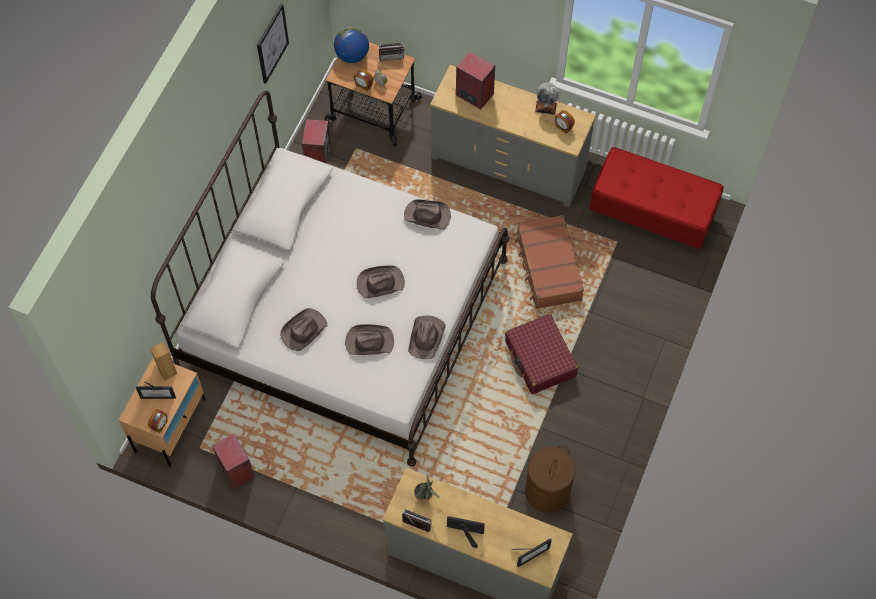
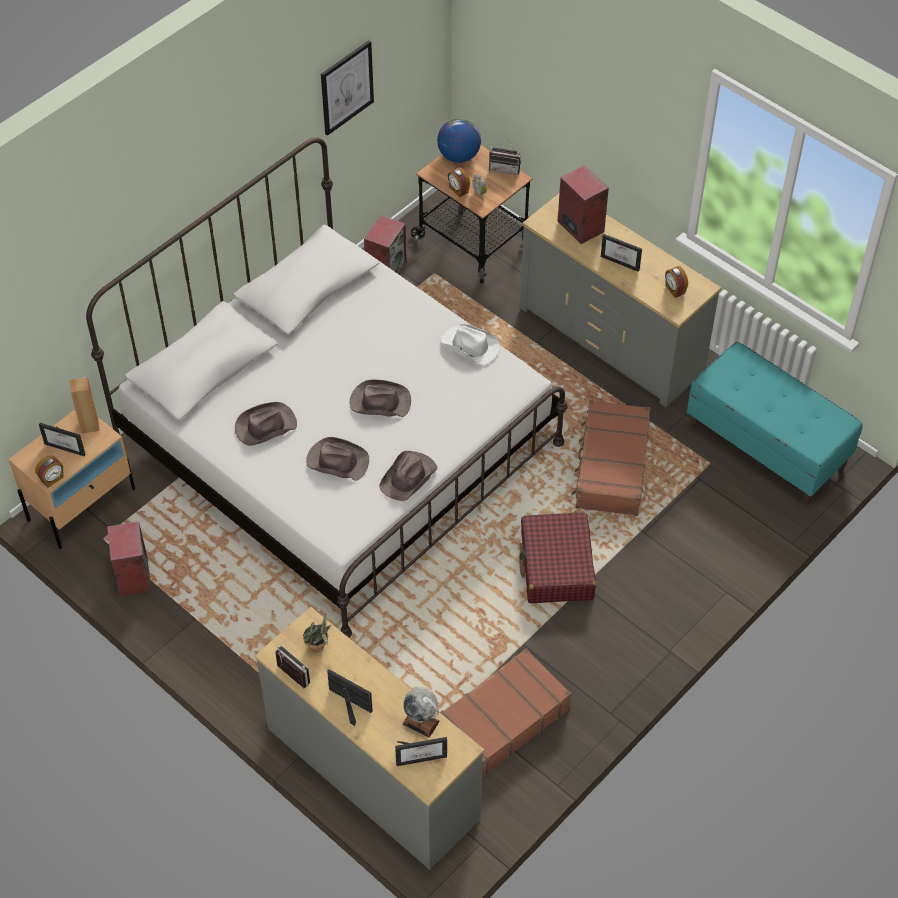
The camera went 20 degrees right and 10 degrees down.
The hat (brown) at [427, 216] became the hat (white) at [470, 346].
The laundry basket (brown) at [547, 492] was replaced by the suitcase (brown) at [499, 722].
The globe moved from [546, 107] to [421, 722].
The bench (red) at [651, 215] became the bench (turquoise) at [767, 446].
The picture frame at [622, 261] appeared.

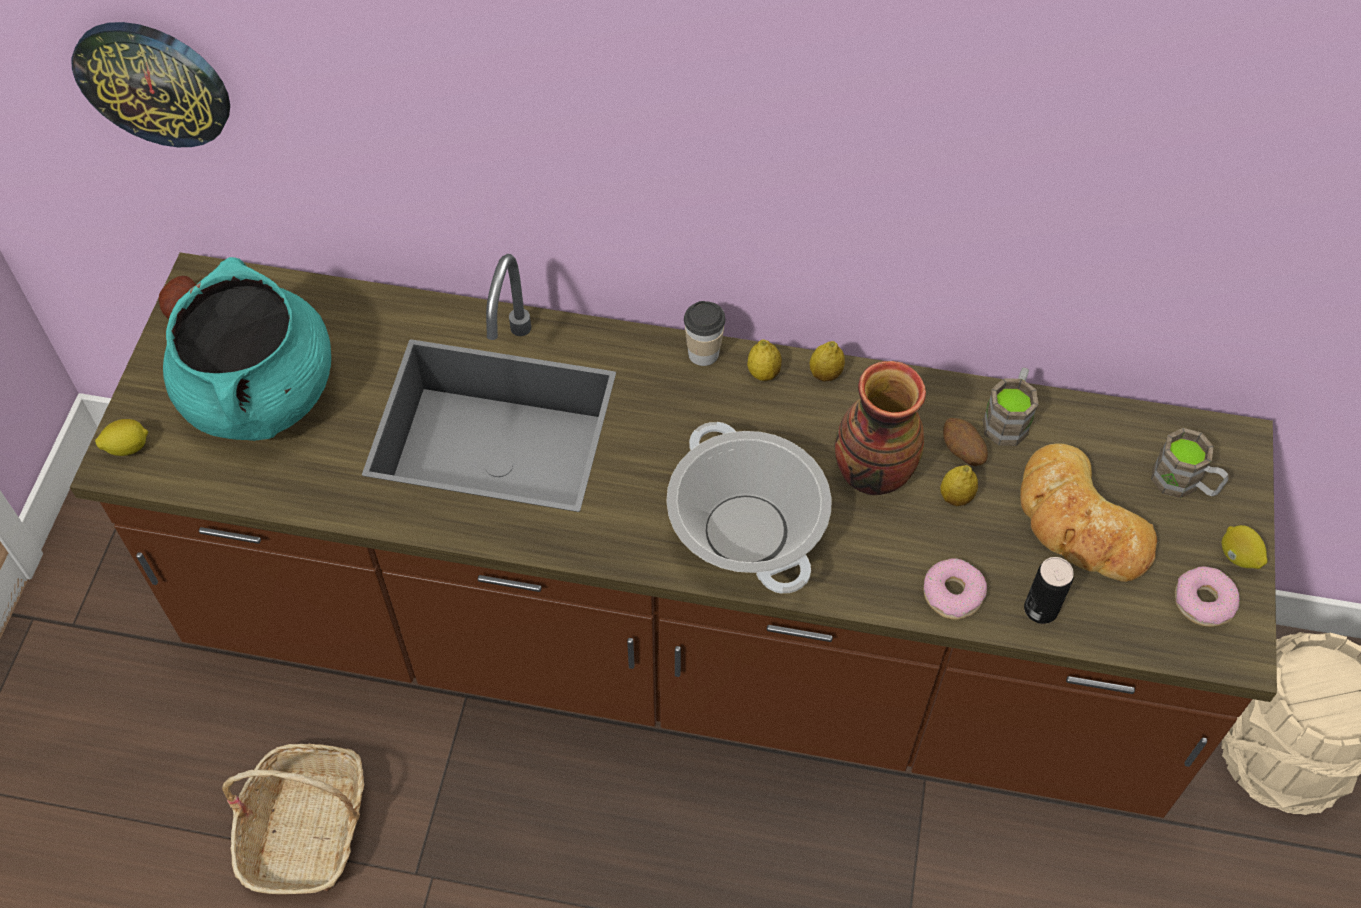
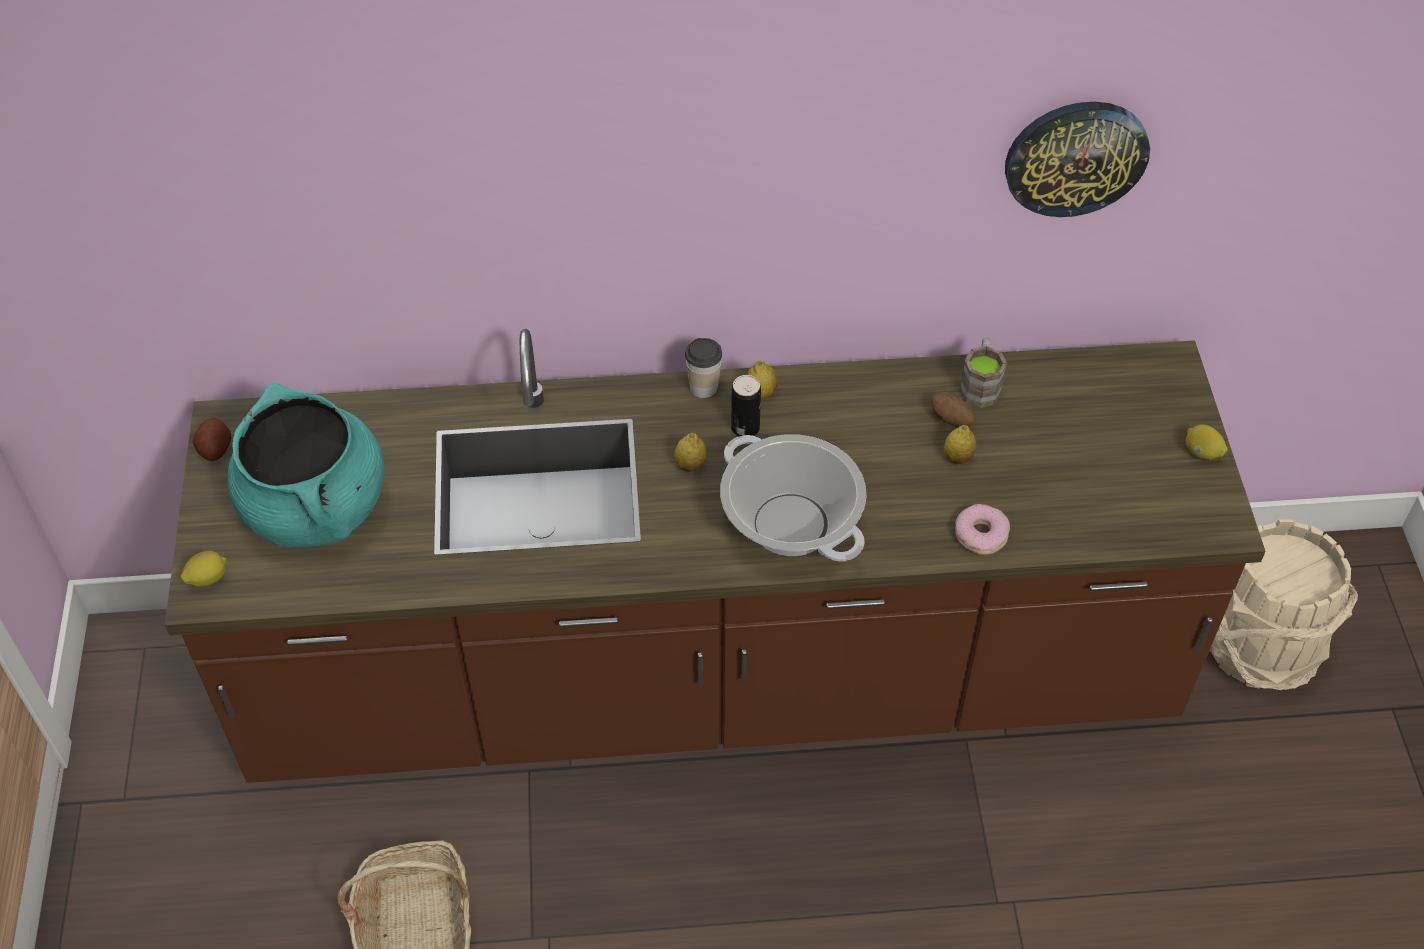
The camera went 15 degrees left and 5 degrees down.
The wall clock moved from [153, 82] to [1075, 157].
The lemon moved from [825, 374] to [690, 465].
The vase at [871, 473] disappeared.
The bread at [1079, 522] disappeared.
The can moved from [1040, 609] to [745, 428].
The mug (brown) at [1184, 483] disappeared.
The donut at [1203, 601] disappeared.

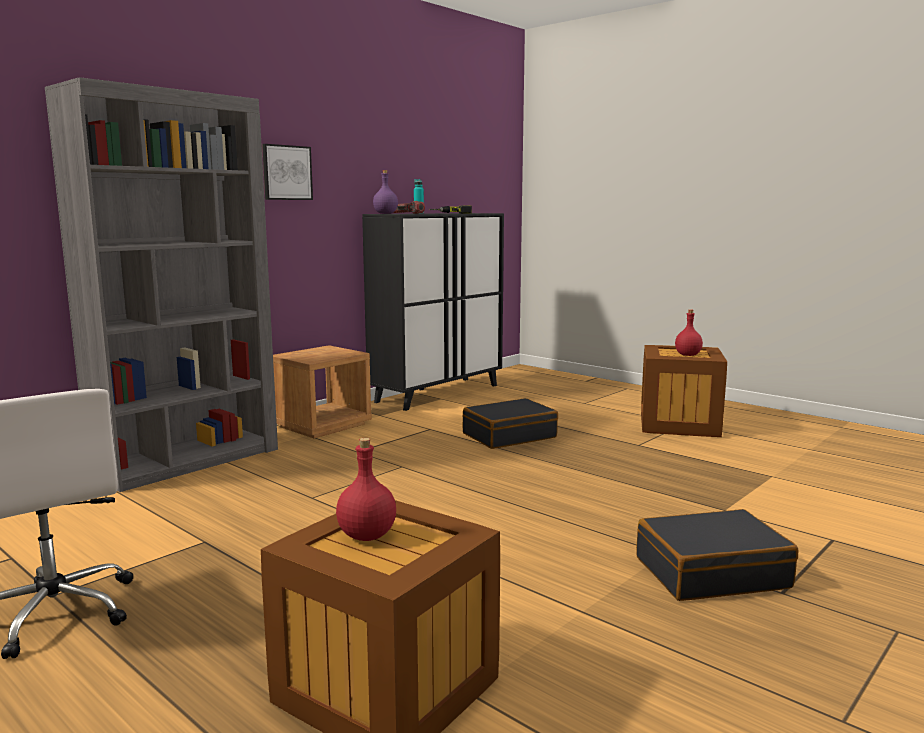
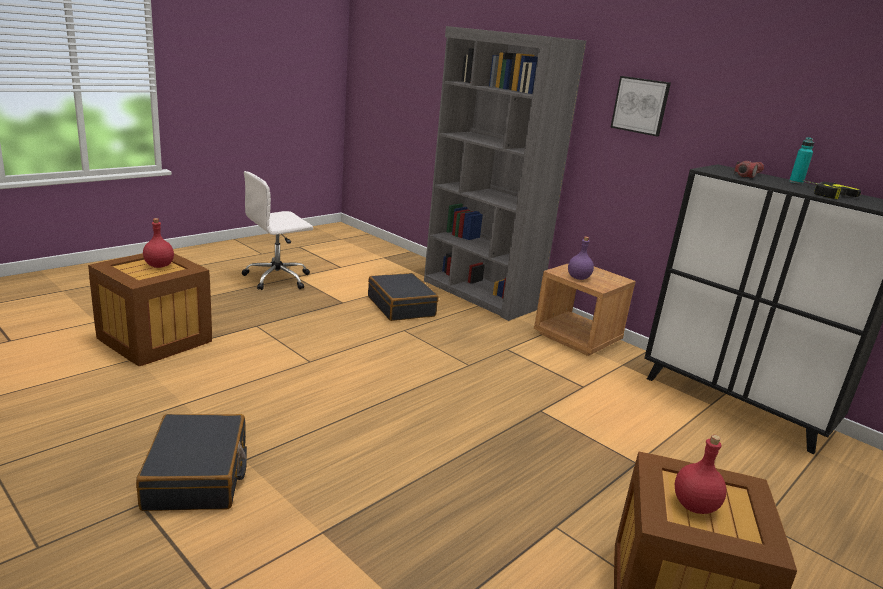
The camera went 90 degrees right and 10 degrees up.
The bottle (purple) moved from [386, 213] to [578, 278].
The suitcase (black) moved from [509, 435] to [401, 306].

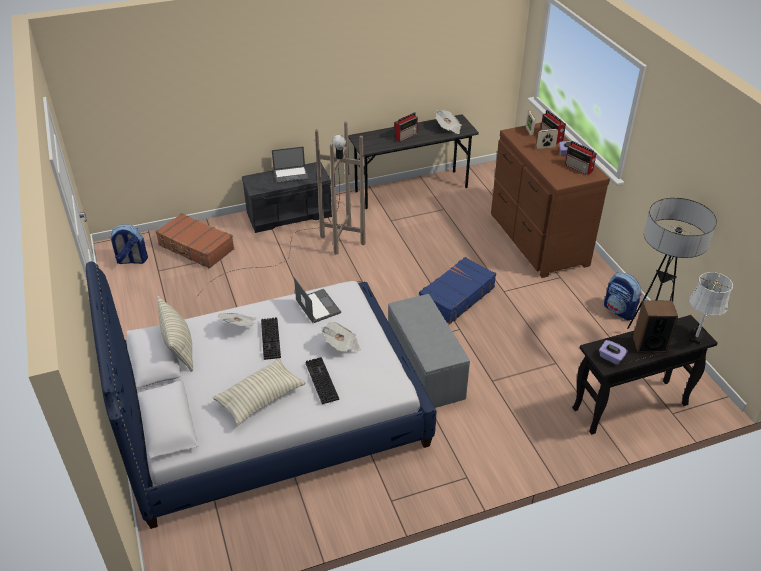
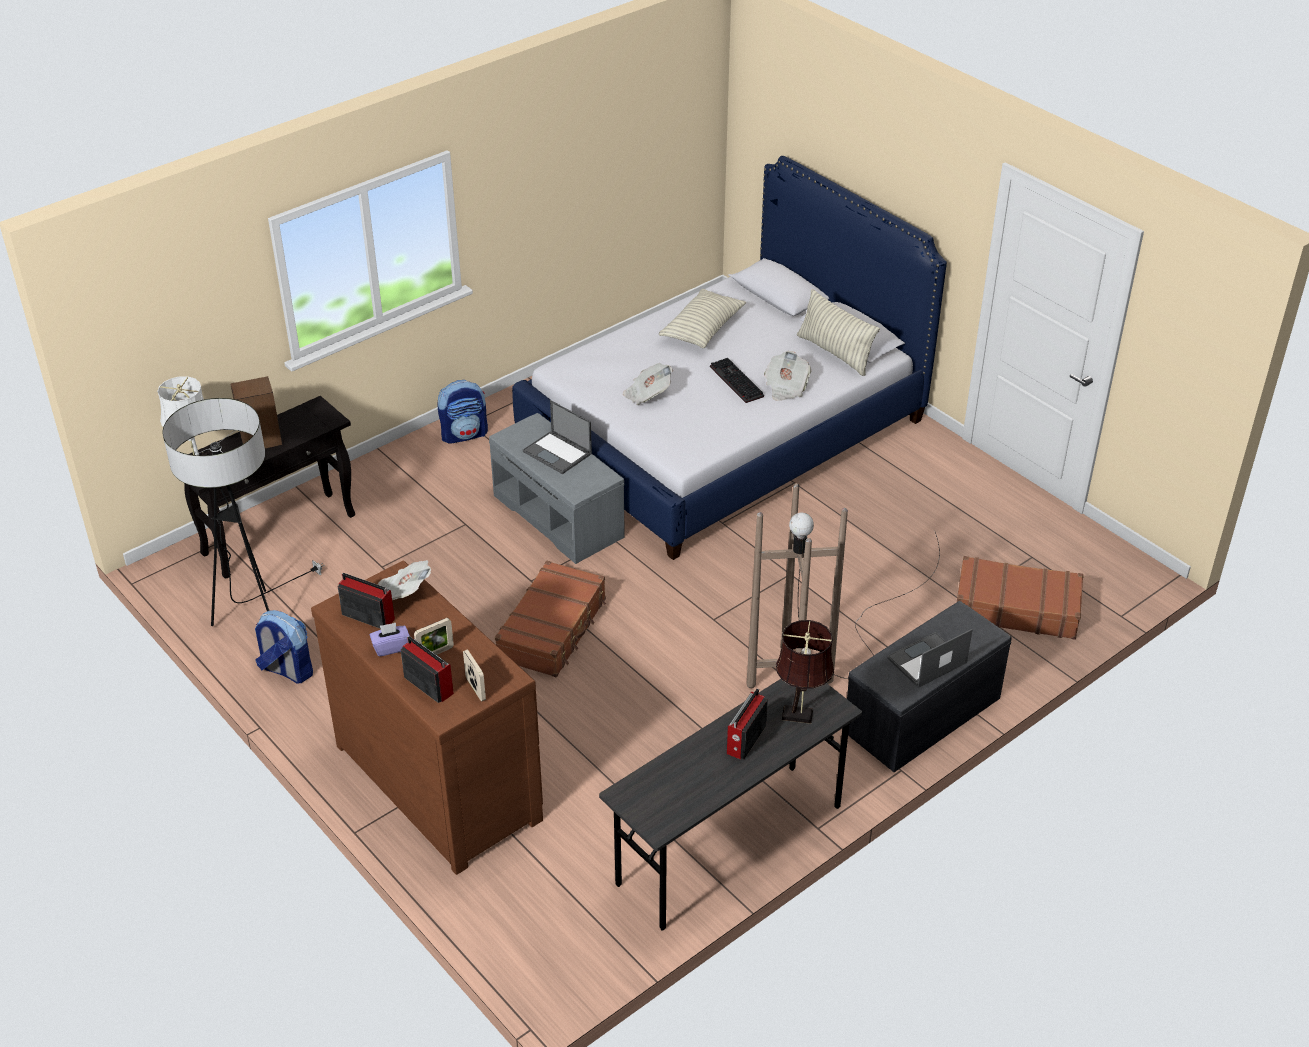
The camera went 160 degrees right and 0 degrees up.
The backpack moved from [131, 260] to [464, 434].
The laptop moved from [317, 306] to [558, 453].
The keyboard at [320, 380] disappeared.
The suitcase (blue) at [456, 297] became the suitcase (brown) at [553, 629].
The newspaper moved from [448, 128] to [403, 593].
The tissue box (purple) at [611, 358] disappeared.
The table lamp (brown) at [800, 716] appeared.

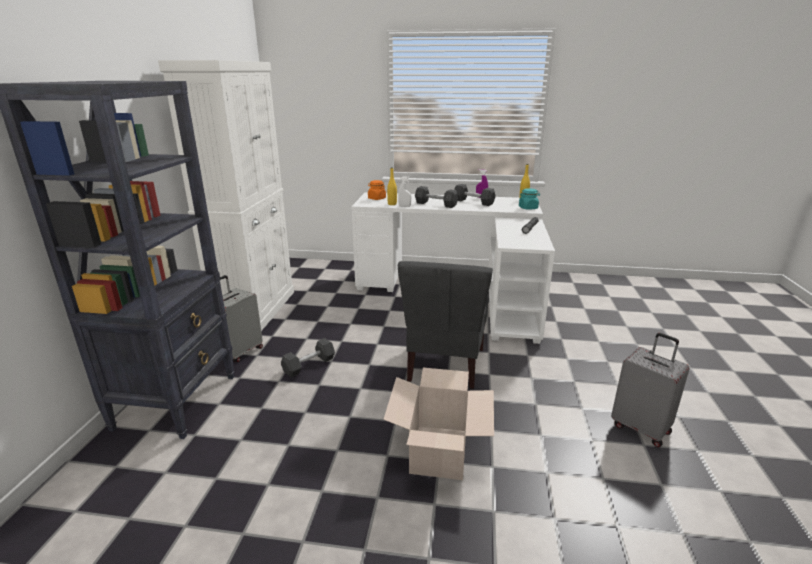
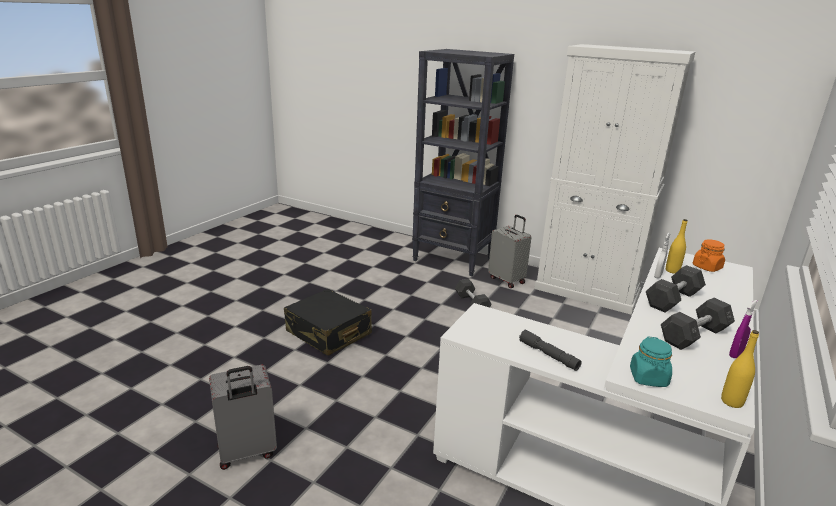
The camera went 110 degrees right and 0 degrees up.
The cardboard box at [438, 451] was replaced by the suitcase (black) at [328, 333].
The chair (grey) at [444, 365] disappeared.

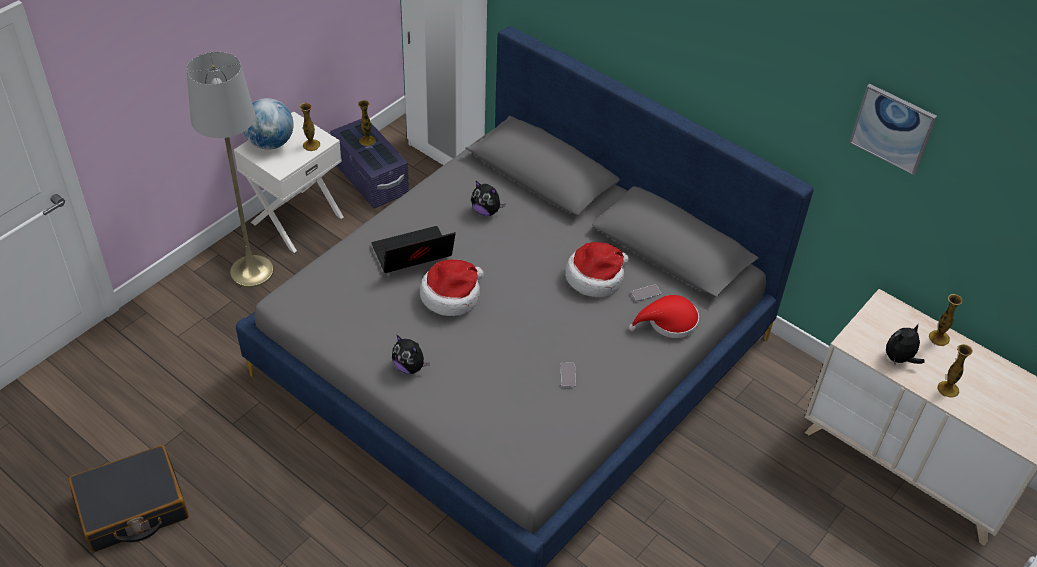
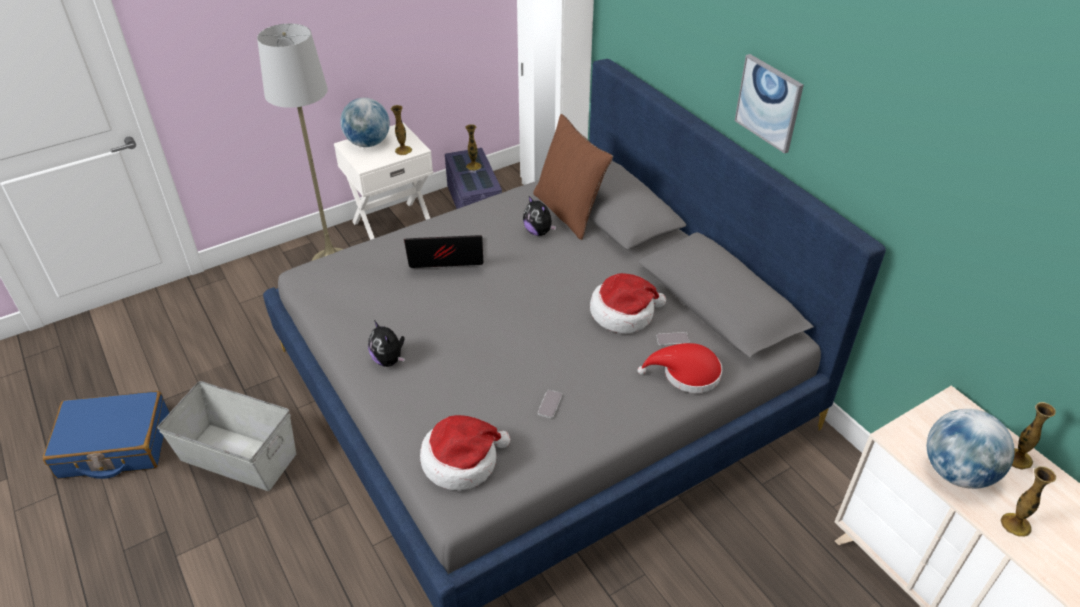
The camera went 20 degrees right and 5 degrees down.
The suitcase (black) at [132, 508] became the suitcase (blue) at [114, 446].
The hat moved from [451, 295] to [462, 460].
The picture moved from [893, 128] to [769, 103].
The plush toy at [899, 359] was replaced by the globe at [956, 472].
The storage box (grey) at [238, 456] appeared.
The pillow (brown) at [569, 211] appeared.

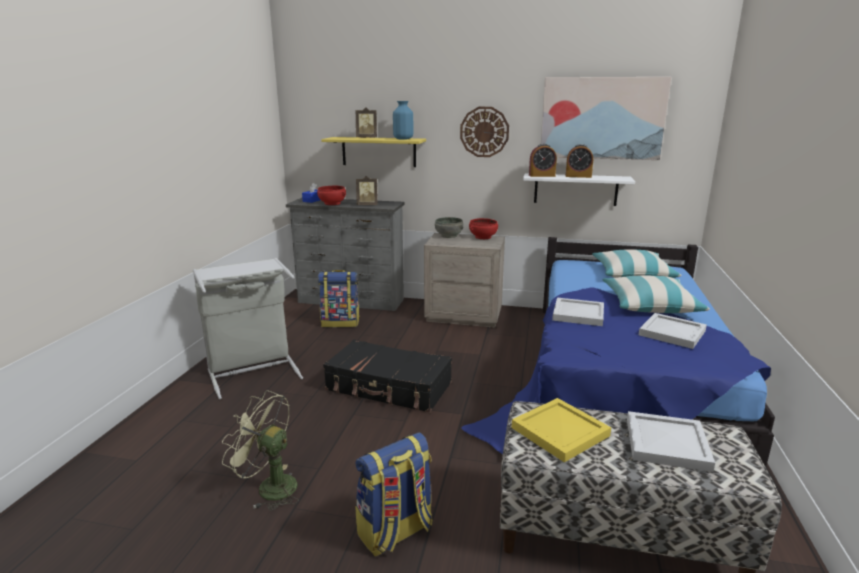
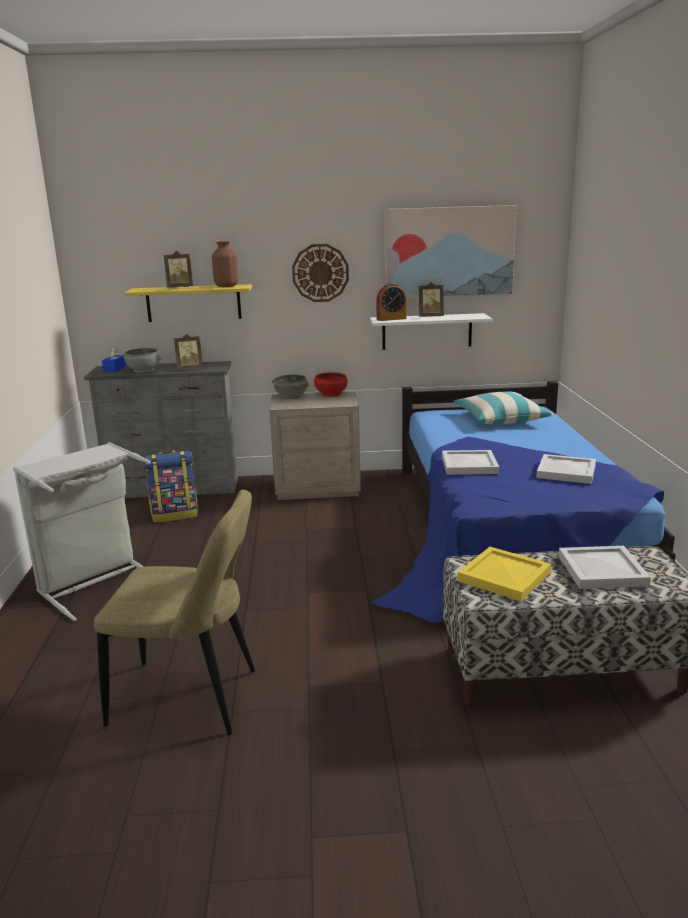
The camera went 15 degrees left and 0 degrees up.
The fan (green) at [269, 487] was replaced by the chair (beige) at [191, 698].
The bowl (red) at [332, 203] became the bowl (grey) at [144, 370].
The suitcase (black) at [389, 387] disappeared.
The backpack at [395, 532] disappeared.
The vase (blue) at [403, 139] became the vase (brown) at [226, 286].
The alarm clock at [578, 176] was replaced by the picture frame at [430, 317].
The pillow at [650, 305] disappeared.

